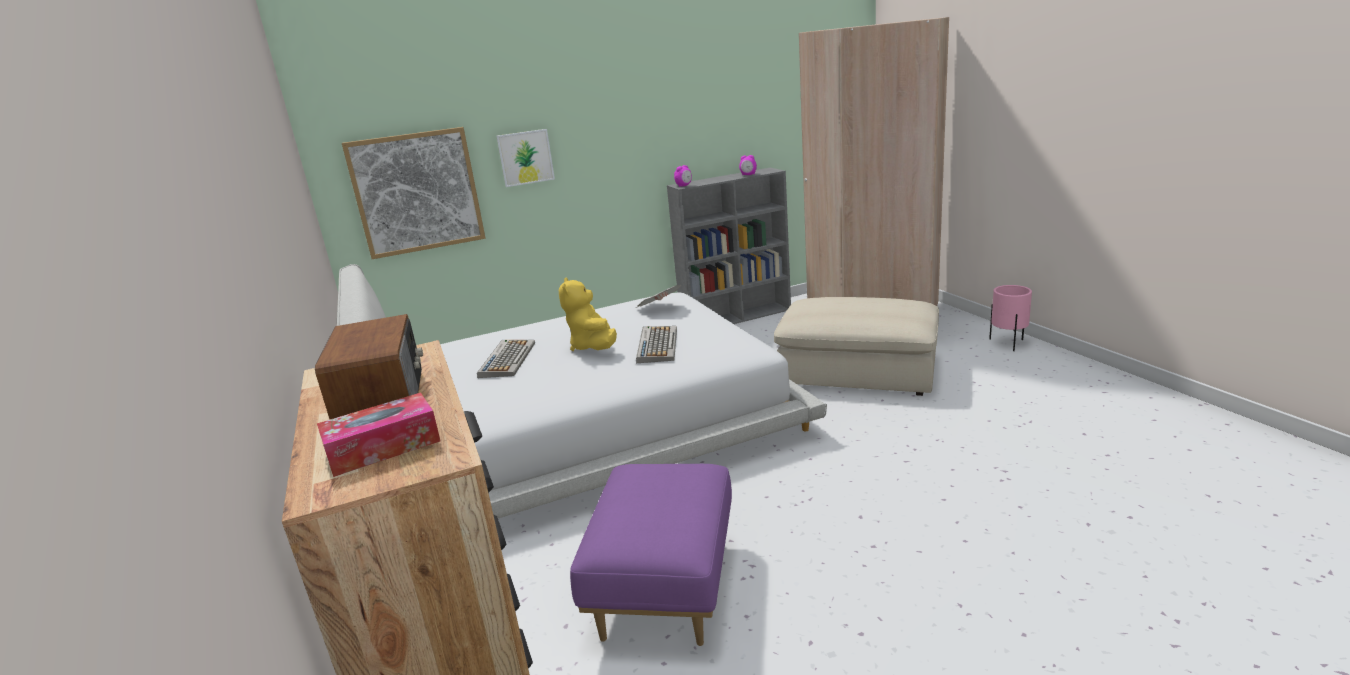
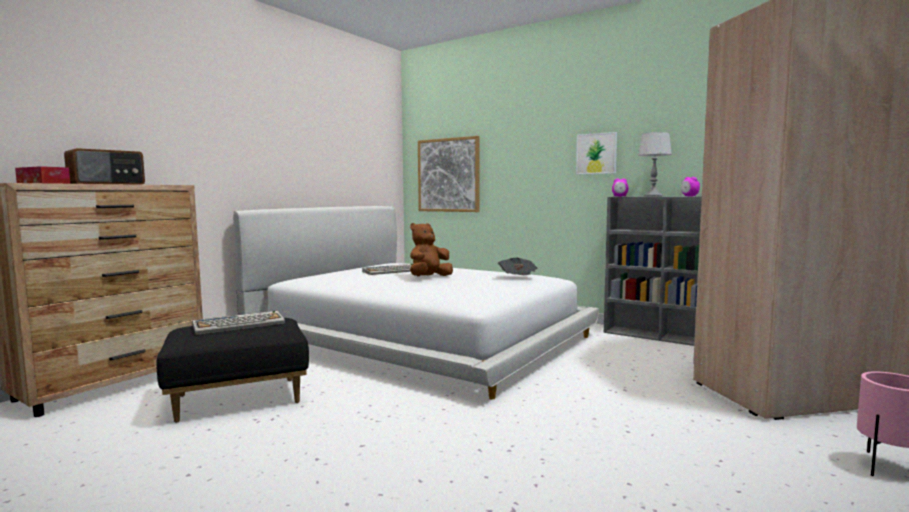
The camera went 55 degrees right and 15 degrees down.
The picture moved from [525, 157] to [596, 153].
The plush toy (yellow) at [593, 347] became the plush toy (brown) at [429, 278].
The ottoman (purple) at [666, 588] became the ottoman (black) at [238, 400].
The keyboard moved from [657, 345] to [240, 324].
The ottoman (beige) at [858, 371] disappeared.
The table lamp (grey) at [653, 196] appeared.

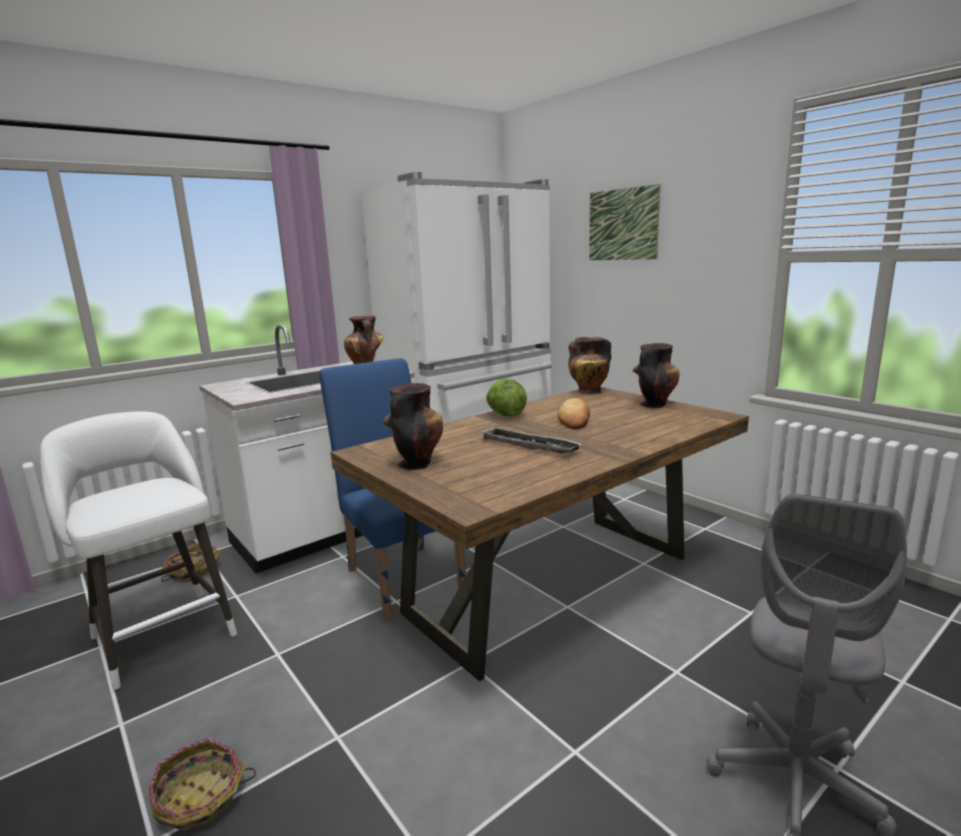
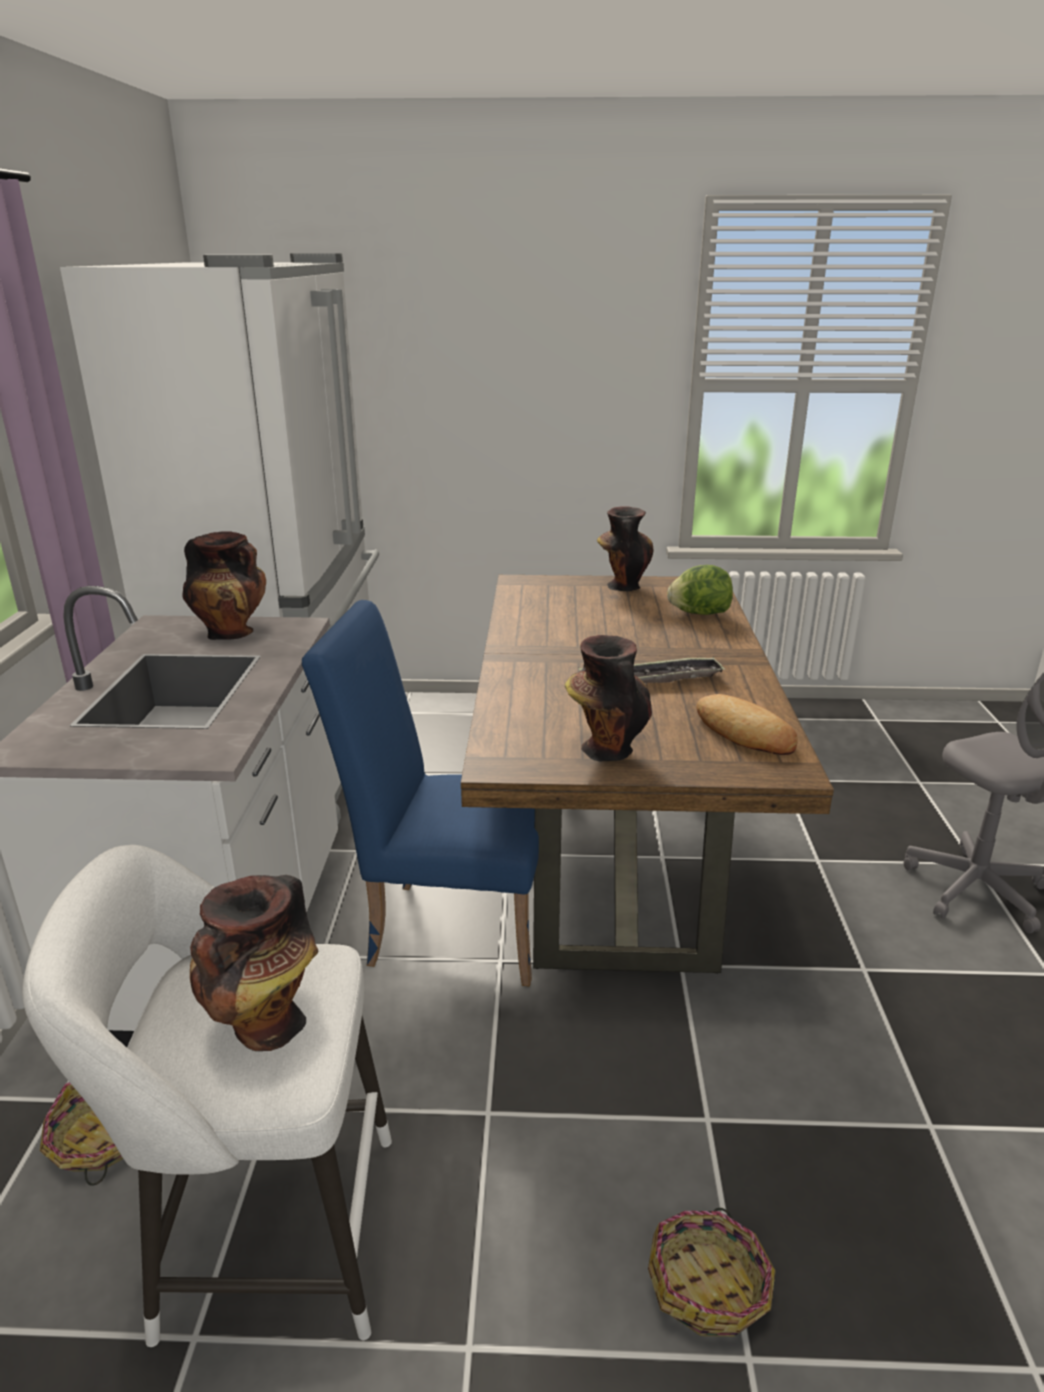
The camera went 50 degrees left and 10 degrees up.
The lettuce moved from [505, 415] to [699, 613].
The bread moved from [575, 419] to [744, 732].
The vase moved from [588, 391] to [266, 1026].
The picture at [622, 224] disappeared.

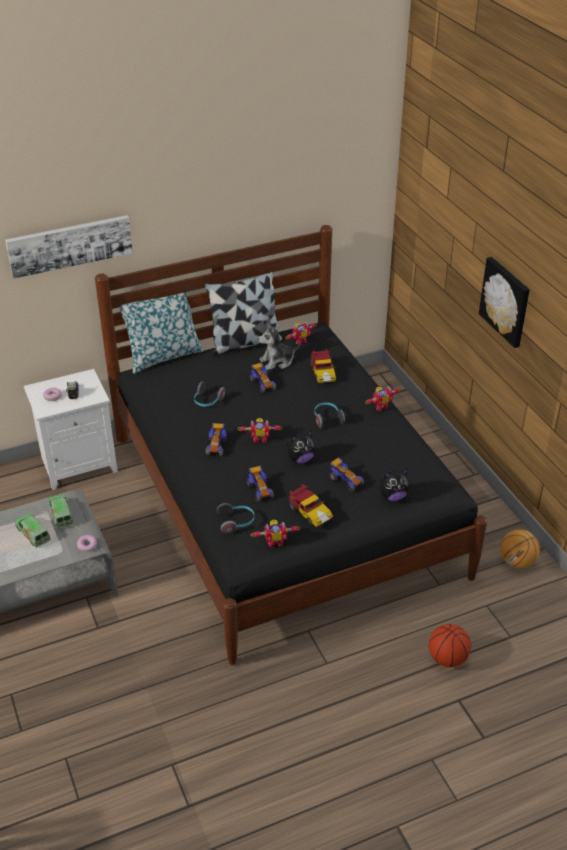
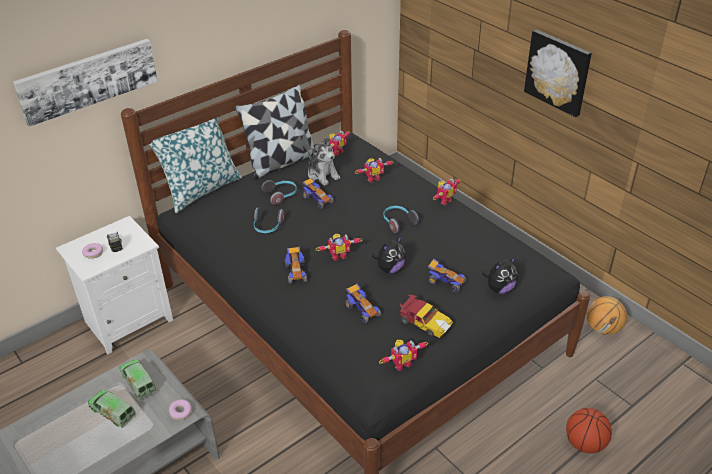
The camera went 15 degrees left and 0 degrees up.
The headphones moved from [236, 522] to [281, 195].
The plush toy at [277, 361] turned 90 degrees counterclockwise.
The toy car at [323, 372] was replaced by the toy robot at [373, 178].

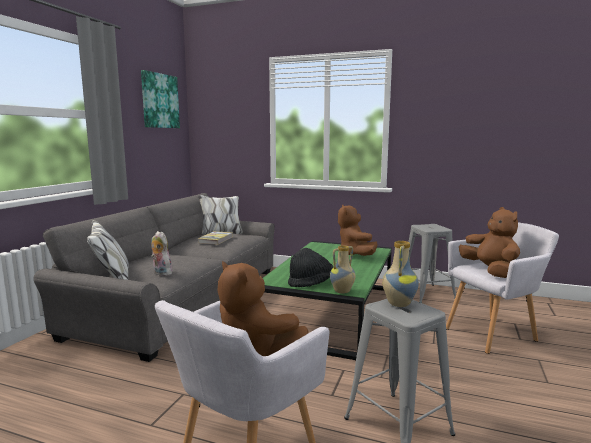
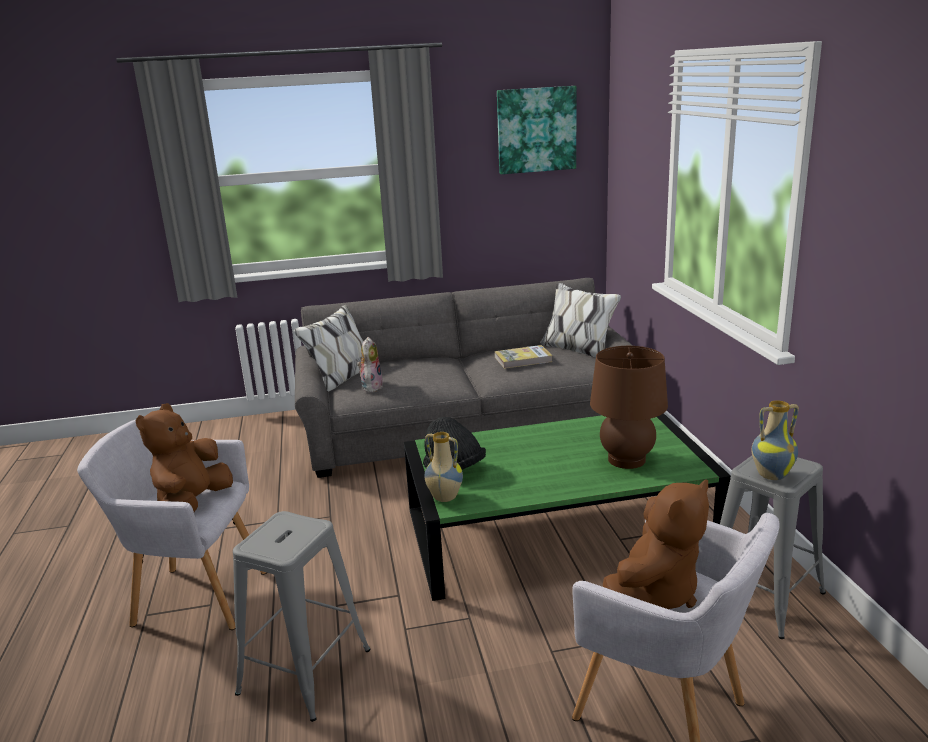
The camera went 60 degrees right and 10 degrees up.
The plush toy (brown) at [355, 255] was replaced by the table lamp (brown) at [626, 460].
The vase moved from [398, 304] to [771, 475].

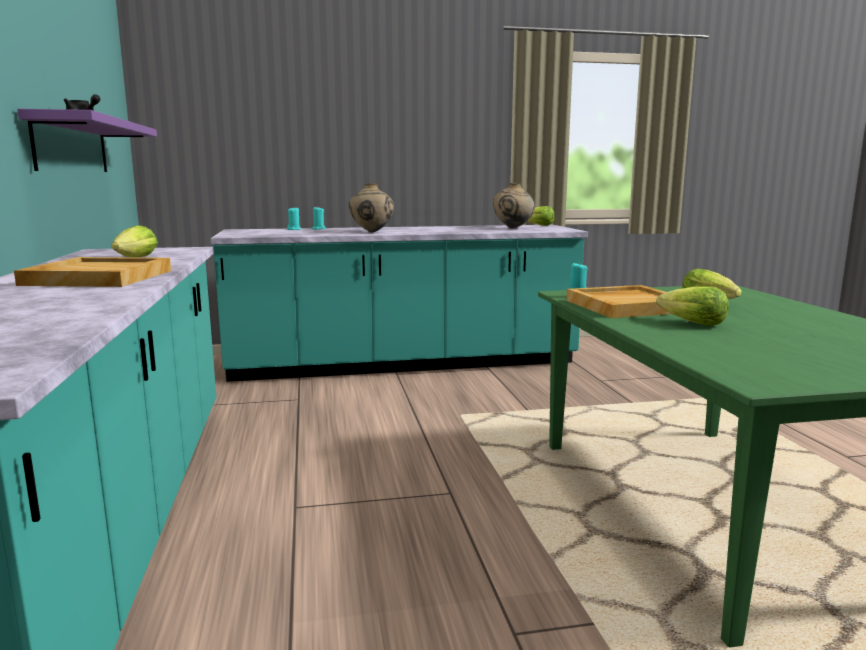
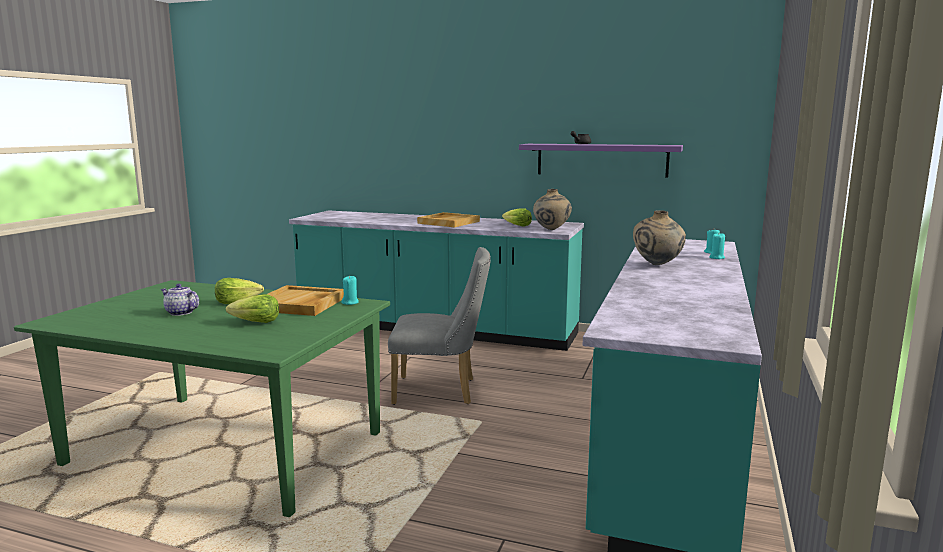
The camera went 120 degrees right and 0 degrees up.
The vase (beige) moved from [513, 228] to [552, 230].
The lettuce at [538, 225] disappeared.
The teapot at [180, 312] appeared.
The chair (grey) at [441, 391] appeared.

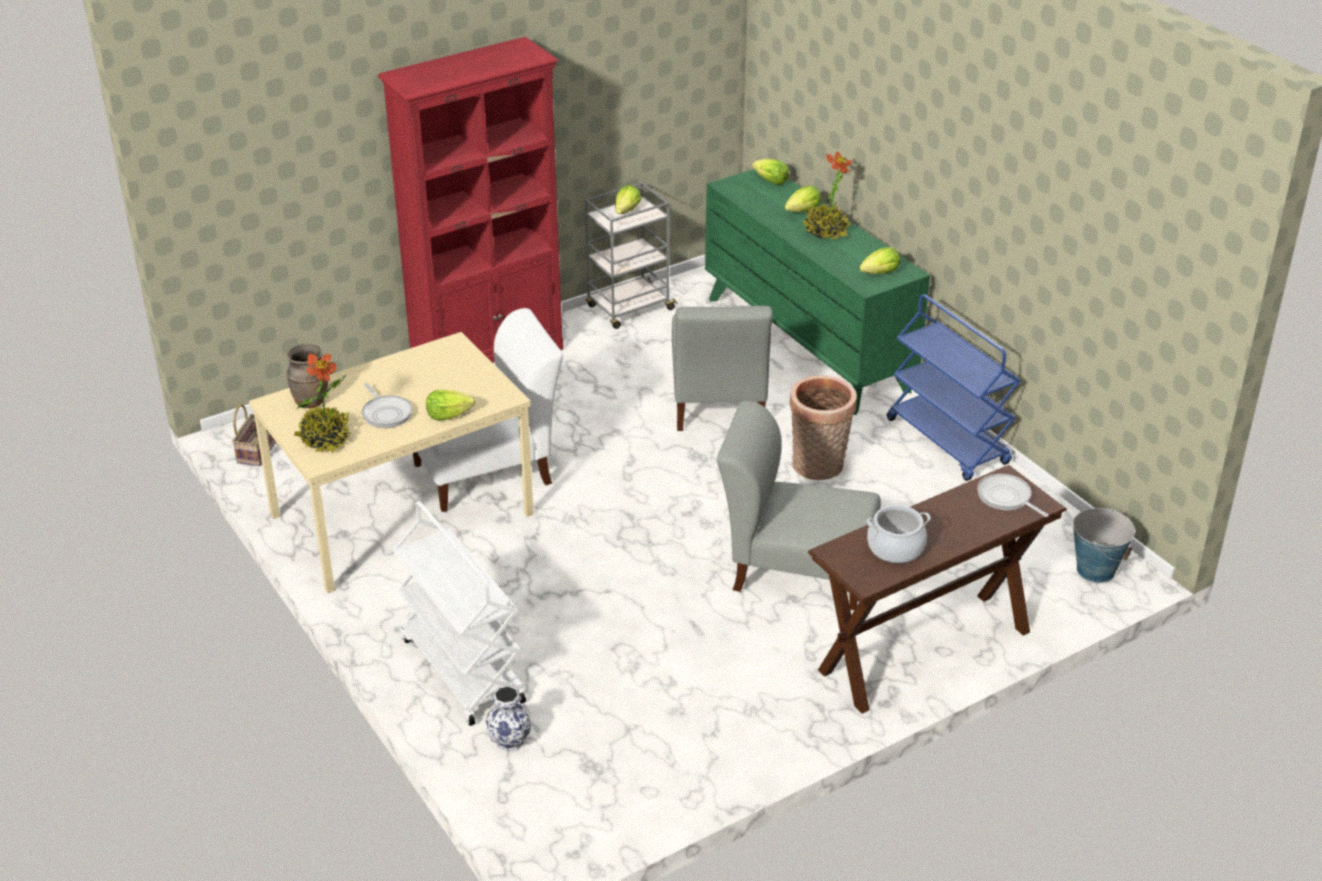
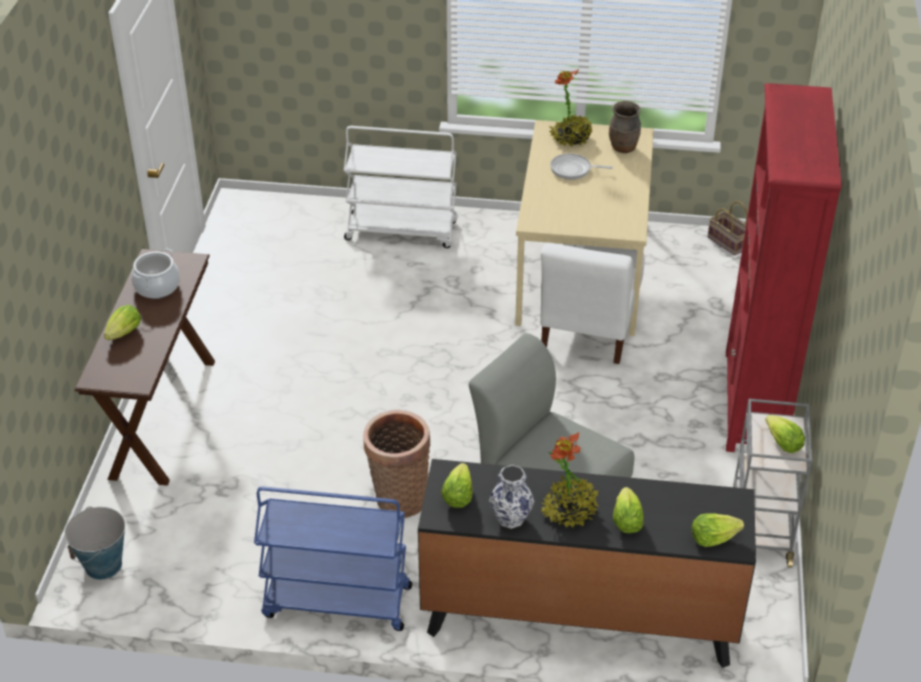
The camera went 130 degrees right and 5 degrees up.
The lettuce moved from [448, 415] to [125, 333].
The vase moved from [510, 741] to [510, 518].
The dresser (green) at [807, 344] became the dresser (black) at [578, 616].
The chair (grey) at [796, 569] disappeared.
The frying pan at [1006, 498] disappeared.

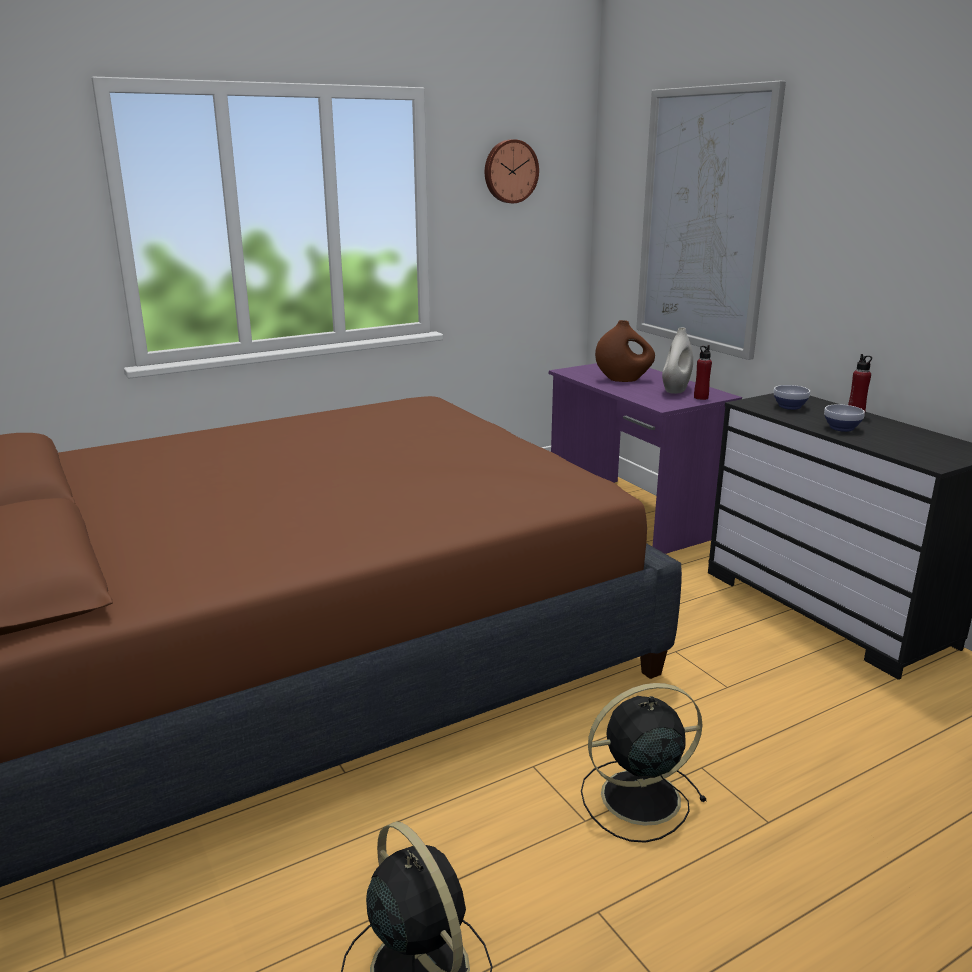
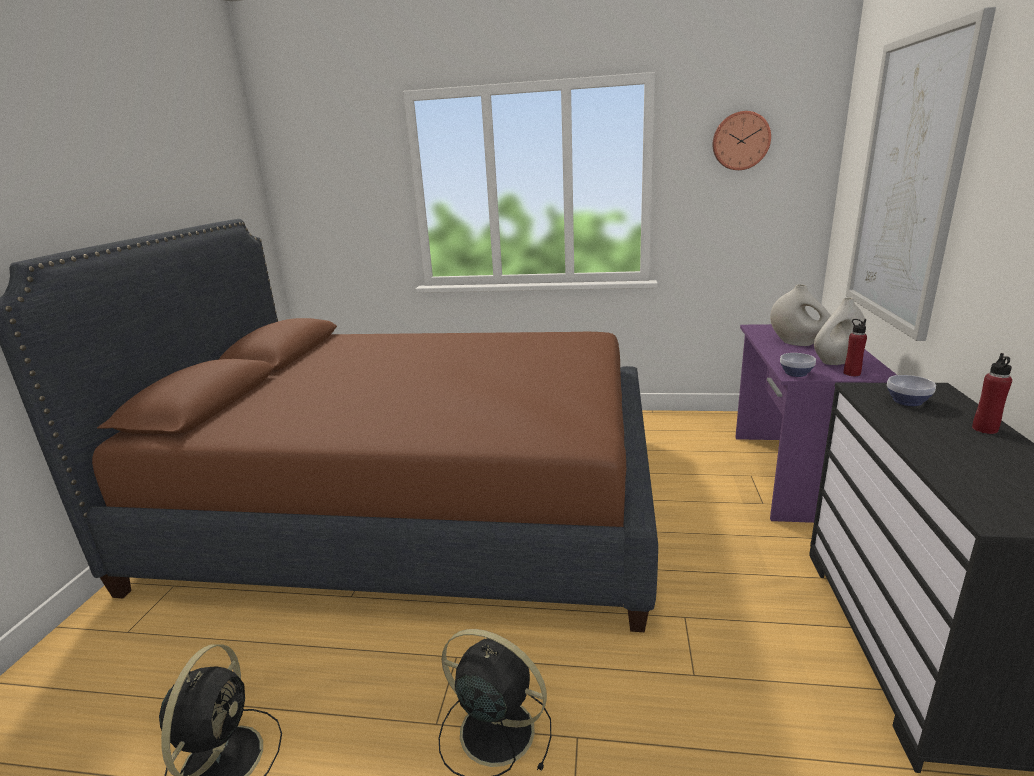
The camera went 40 degrees right and 0 degrees up.
The vase (brown) at [623, 379] became the vase (white) at [797, 343].
The bowl moved from [841, 428] to [795, 374].

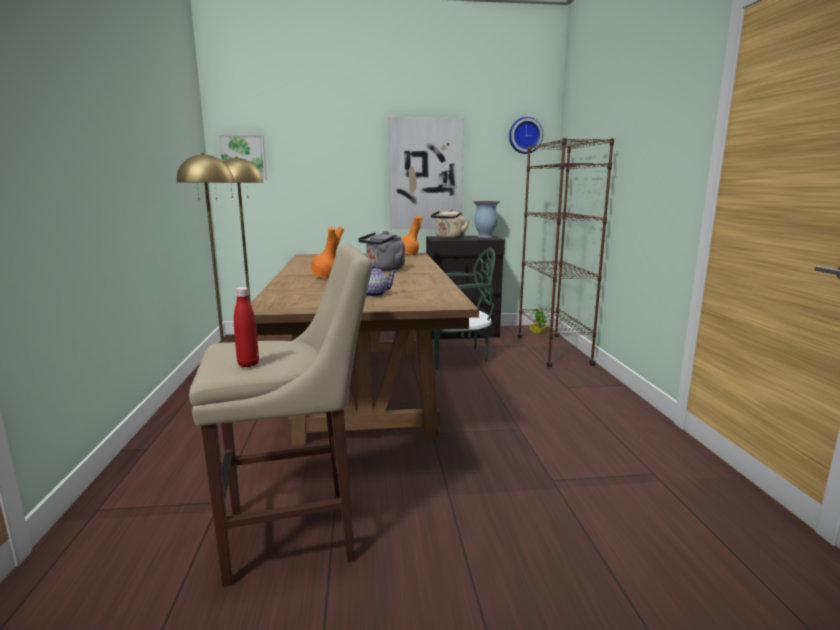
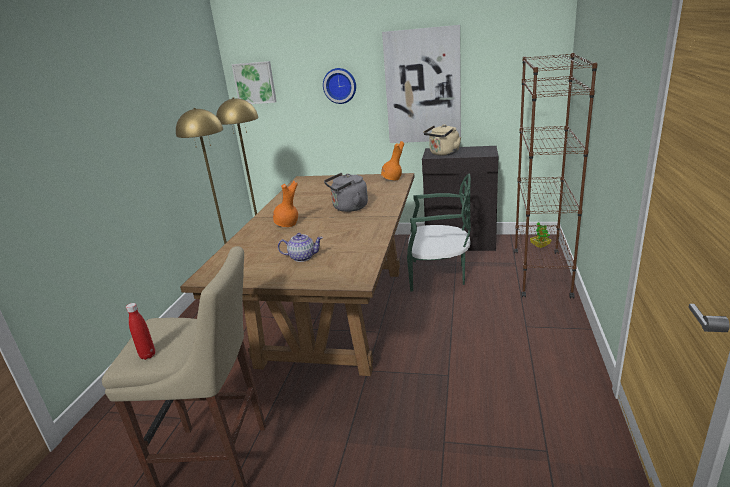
The camera went 20 degrees right and 10 degrees up.
The vase at [484, 236] disappeared.
The wall clock moved from [525, 135] to [340, 85].

